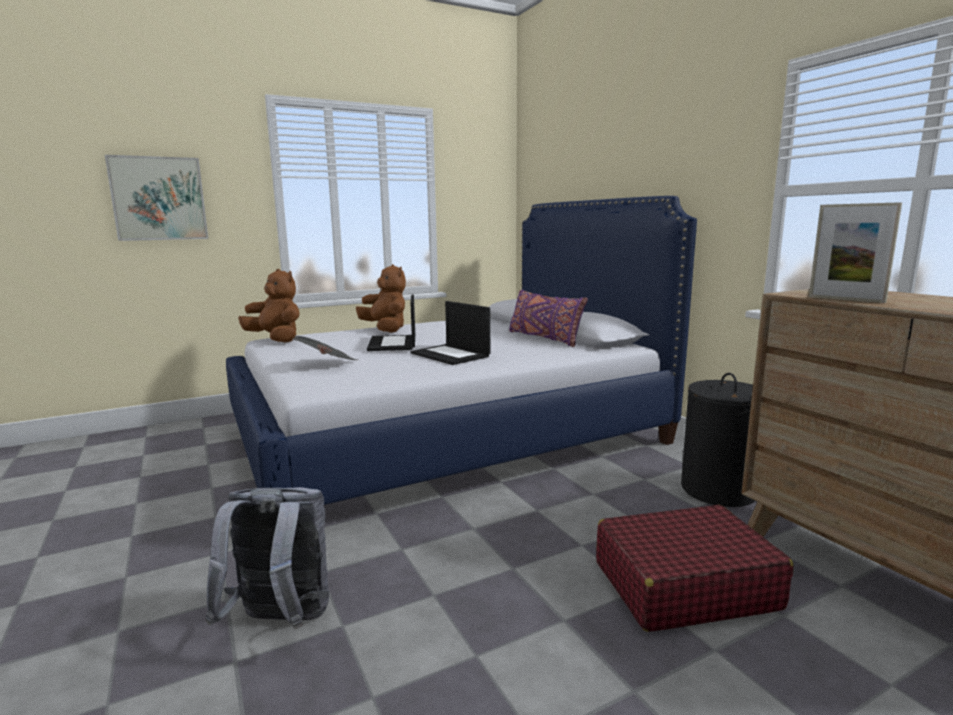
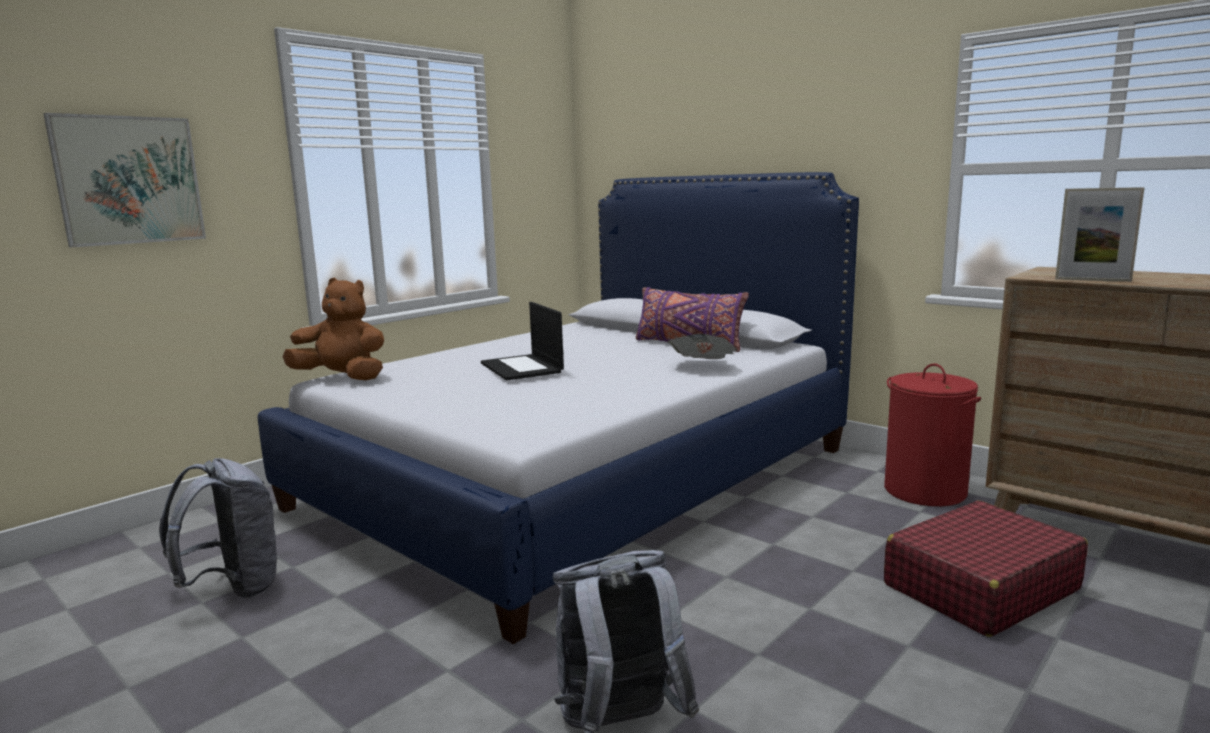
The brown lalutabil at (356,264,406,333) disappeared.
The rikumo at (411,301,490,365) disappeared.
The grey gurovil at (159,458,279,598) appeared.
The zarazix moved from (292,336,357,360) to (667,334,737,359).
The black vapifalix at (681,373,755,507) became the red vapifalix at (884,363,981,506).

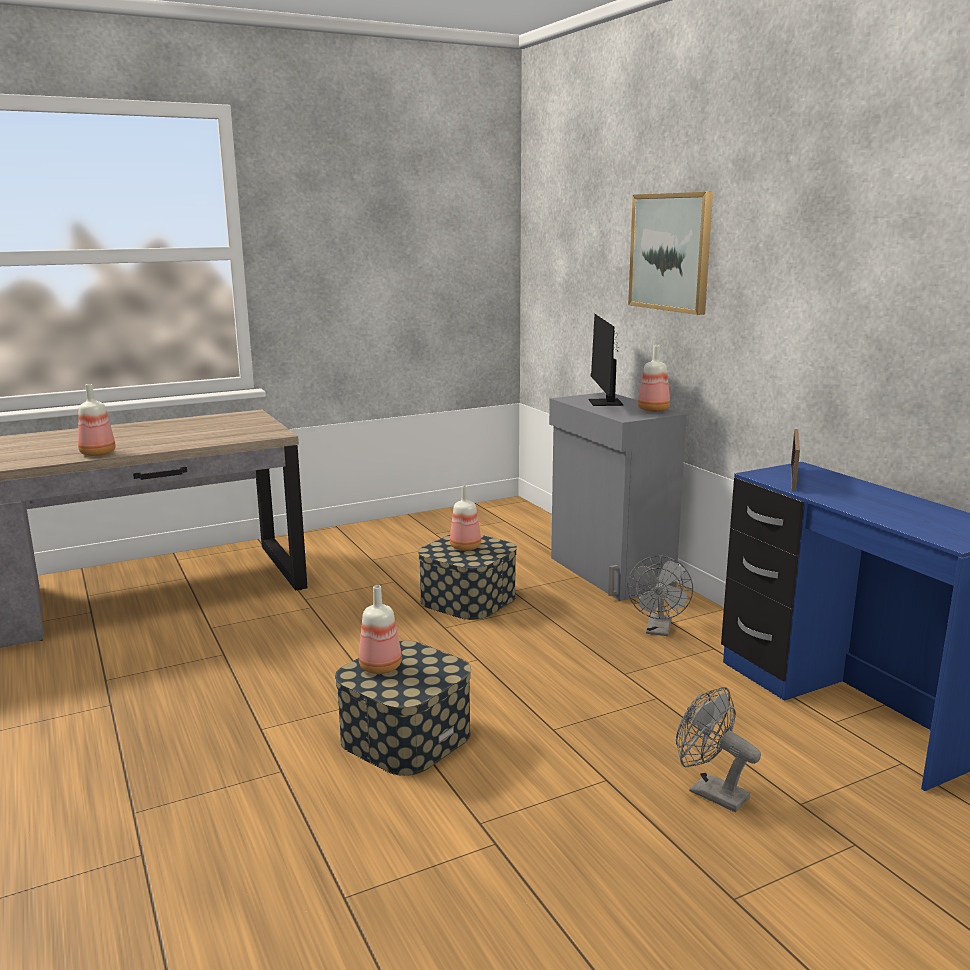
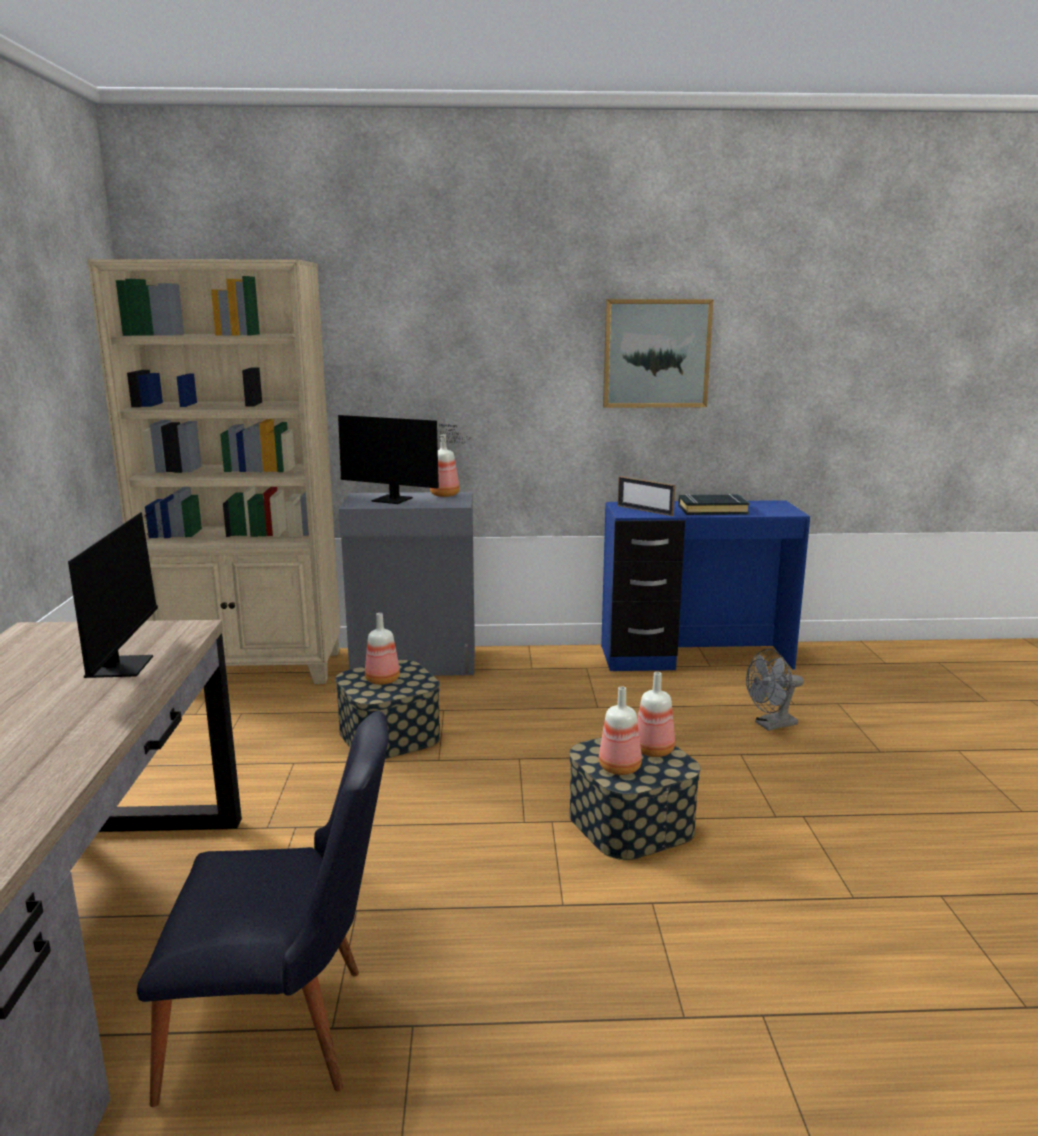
The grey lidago at (627,556,693,636) disappeared.
The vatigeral at (68,510,163,678) appeared.
The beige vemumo at (87,259,340,684) appeared.
The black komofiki at (137,711,389,1107) appeared.
The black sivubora at (678,494,750,515) appeared.
The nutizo moved from (78,384,116,456) to (637,672,675,757).
The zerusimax moved from (628,192,713,315) to (603,299,714,408).

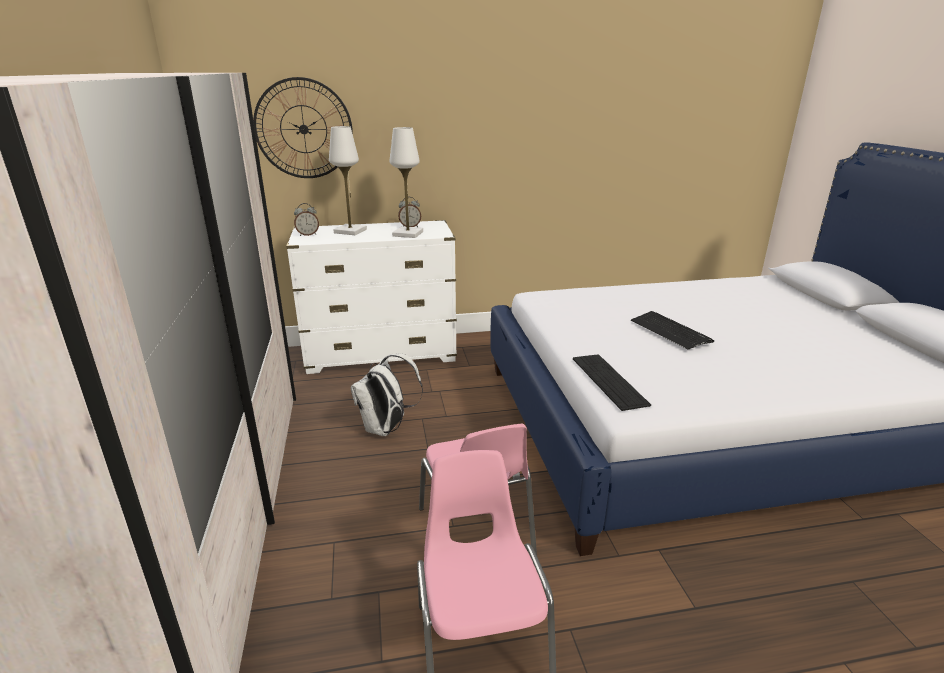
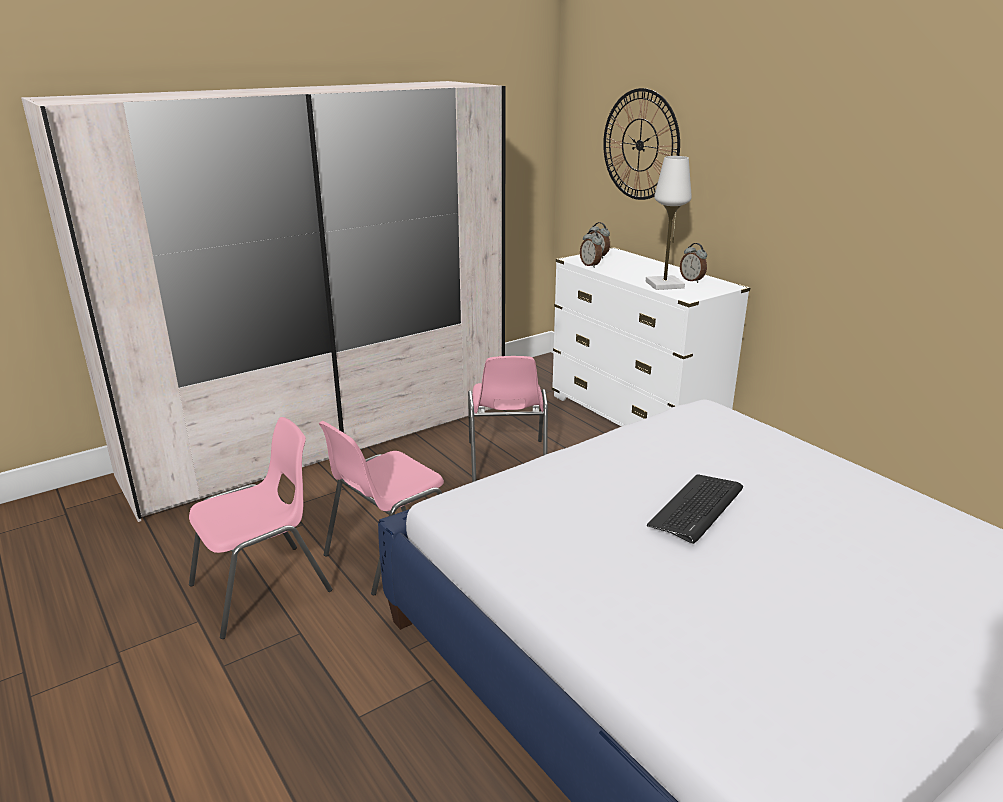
The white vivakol at (329,126,367,235) disappeared.
The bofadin at (573,354,651,411) disappeared.
The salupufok at (580,230,602,268) appeared.
The white gurovil at (351,353,423,436) was replaced by the pink komofiki at (468,356,548,482).

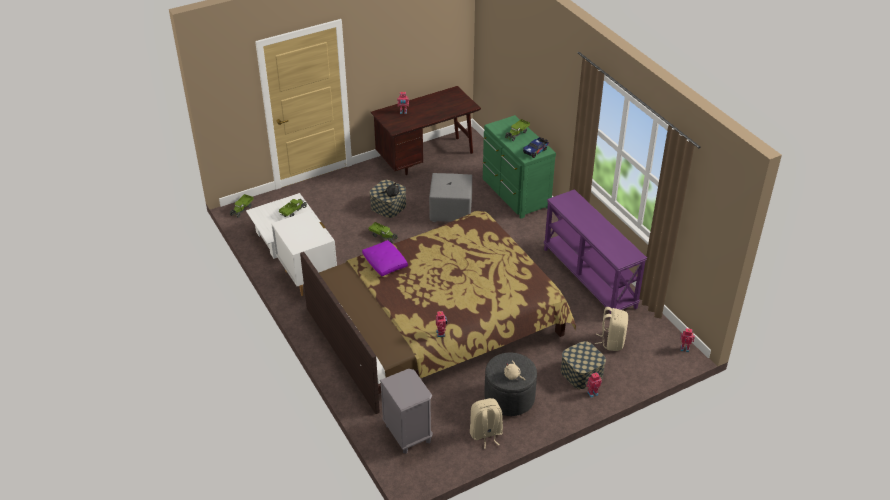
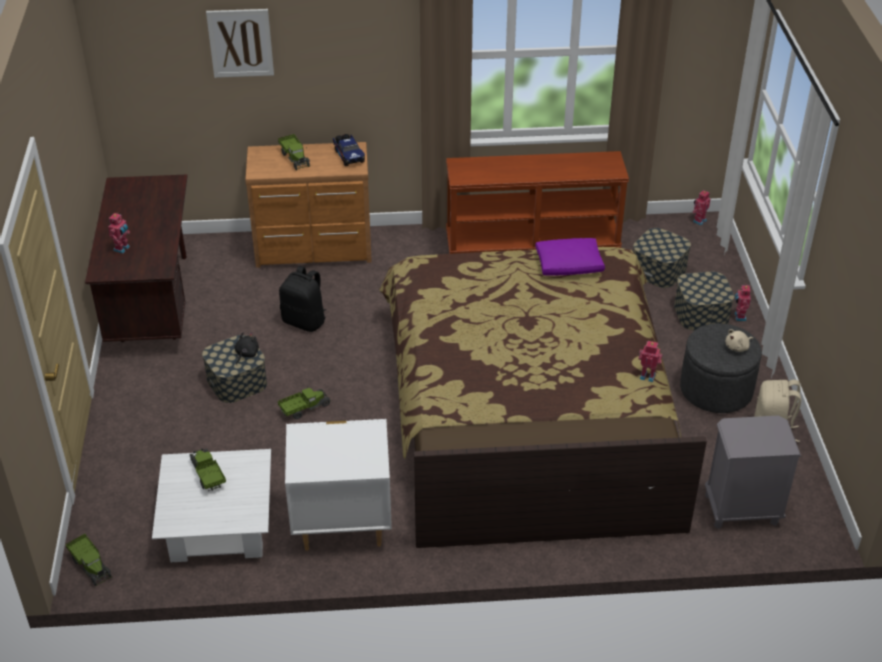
The zerusimax at (206,9,274,78) appeared.
The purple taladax moved from (362,240,408,276) to (535,238,605,276).
The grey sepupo at (429,173,472,222) was replaced by the black gurovil at (279,266,326,332).
The beige gurovil at (595,307,628,351) was replaced by the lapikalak at (633,228,691,288).
The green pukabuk at (483,115,556,219) became the brown pukabuk at (245,142,372,268).
The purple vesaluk at (544,189,647,314) became the brown vesaluk at (446,151,629,254).

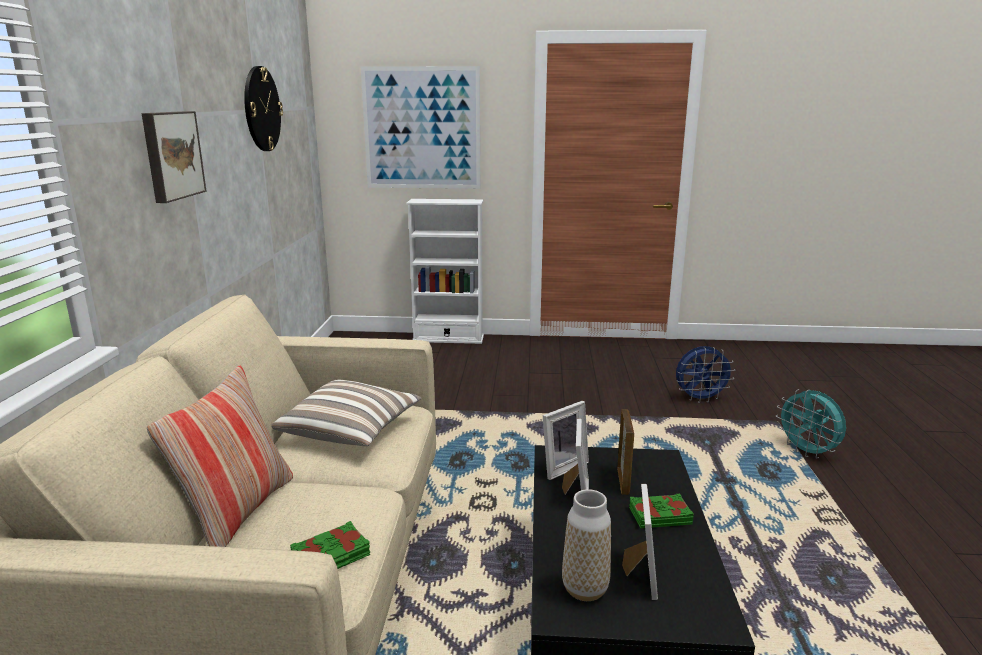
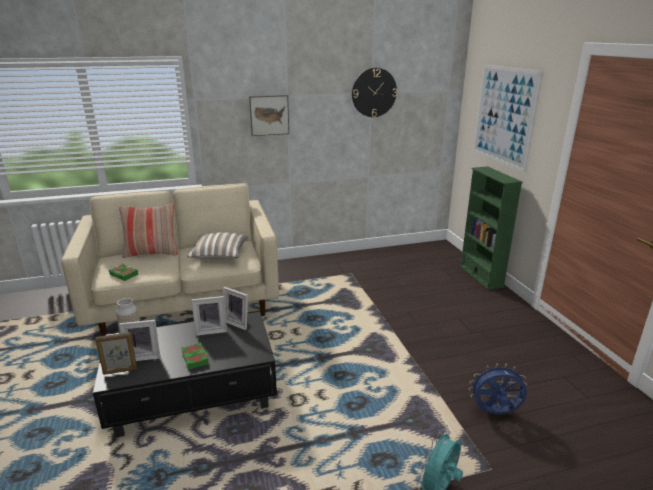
The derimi moved from (617,409,634,495) to (95,332,137,375).
The white vemumo at (406,199,484,344) became the green vemumo at (459,166,523,290).
The blue lidago at (676,346,735,403) turned 120 degrees clockwise.

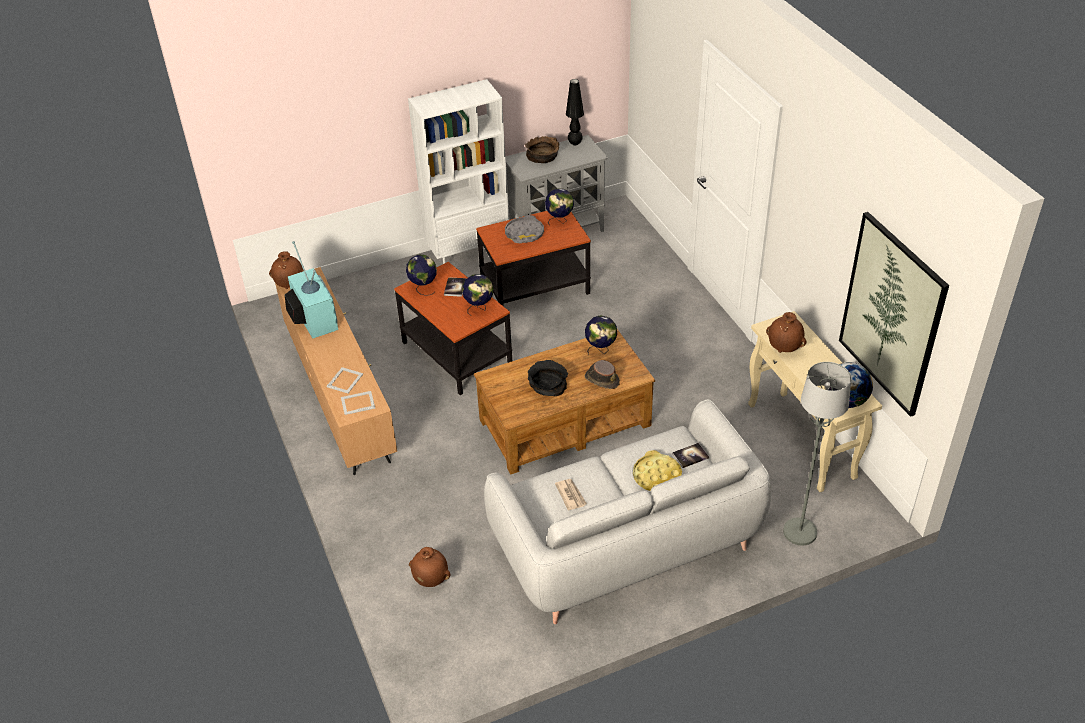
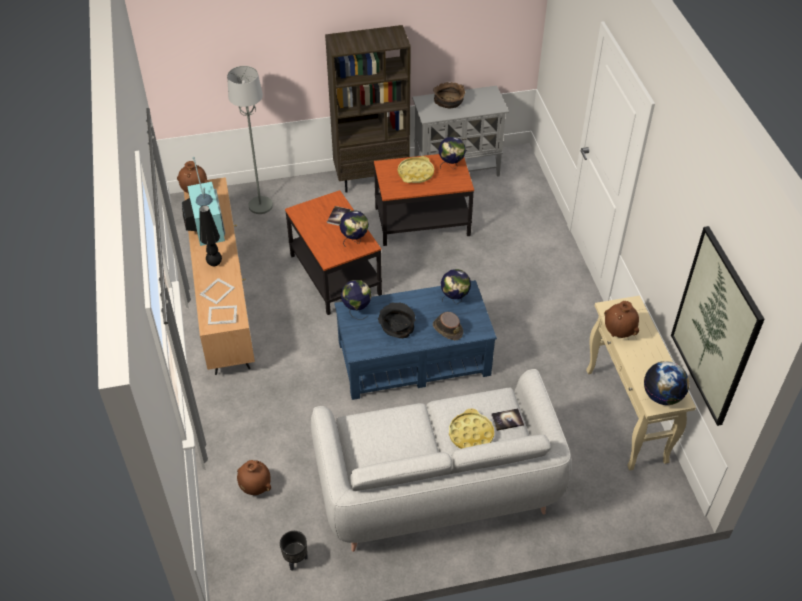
The zarazix at (555,479,587,511) disappeared.
The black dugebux at (280,531,308,571) appeared.
The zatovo moved from (406,255,437,296) to (341,280,372,320).
The black vivakol moved from (566,79,584,145) to (199,205,222,266).
The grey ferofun moved from (783,362,851,546) to (227,66,273,214).
The white vemumo at (408,79,509,264) became the brown vemumo at (325,25,411,193).
The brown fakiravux at (474,329,655,475) became the blue fakiravux at (334,280,497,400).
The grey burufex at (505,215,544,243) became the yellow burufex at (398,156,434,183).

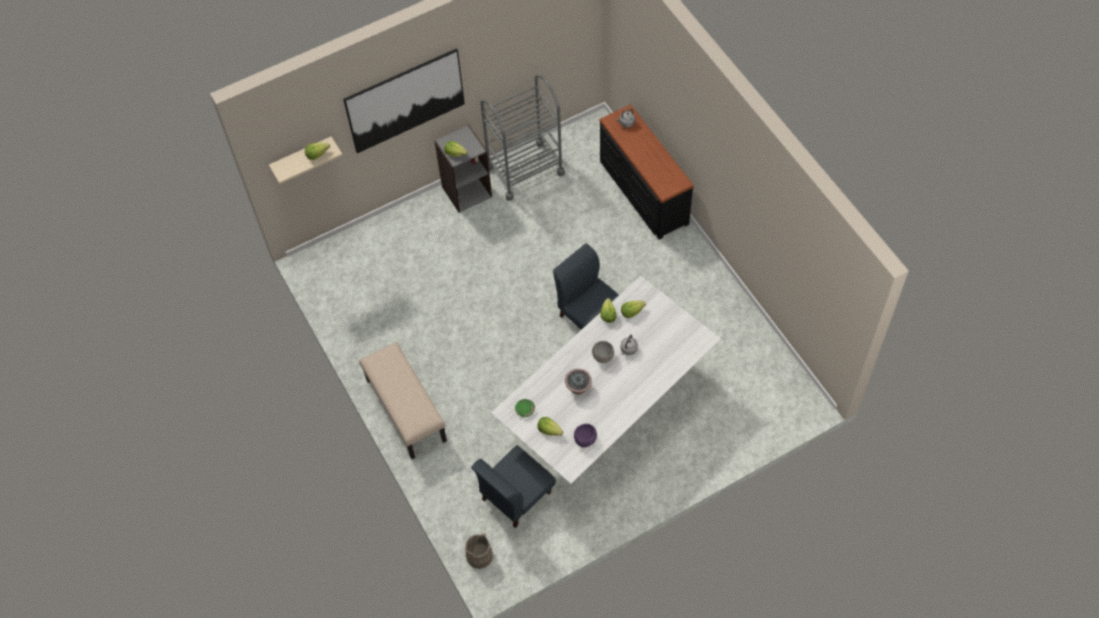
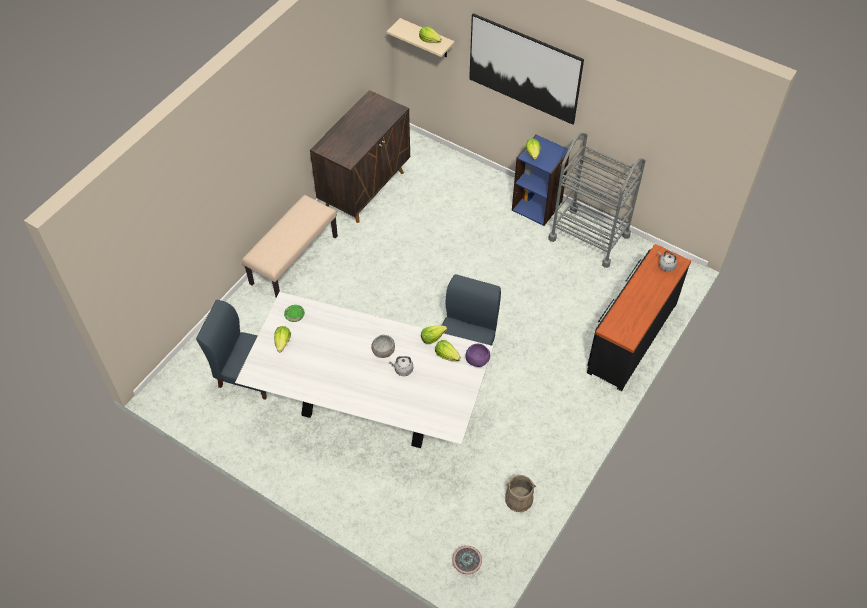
The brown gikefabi at (310,90,410,223) appeared.
The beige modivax moved from (465,533,493,569) to (505,475,536,512).
The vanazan moved from (565,369,592,394) to (453,546,482,574).
The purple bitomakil moved from (574,424,597,447) to (465,344,490,367).
The grey vemumo at (434,125,492,213) became the blue vemumo at (512,134,570,226).

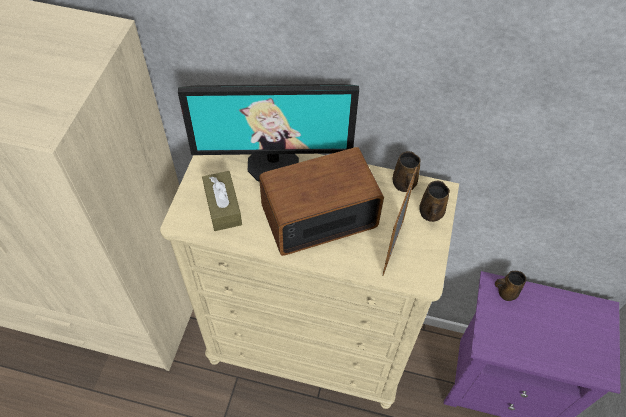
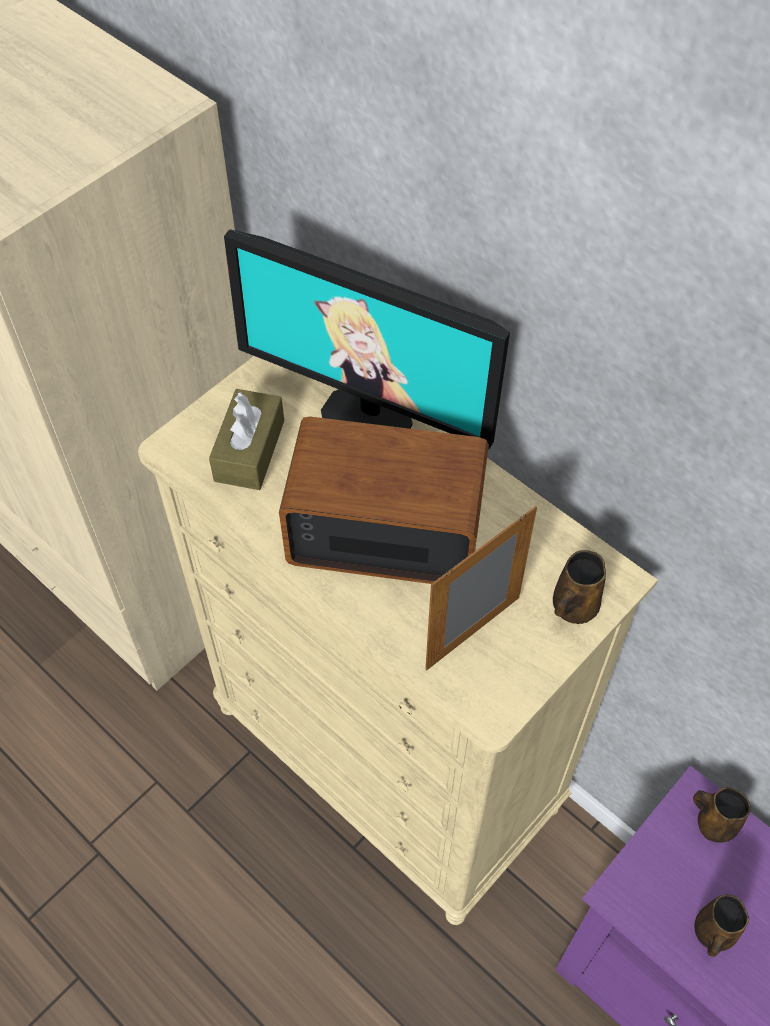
The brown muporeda moved from (393,151,421,192) to (695,894,749,957).

